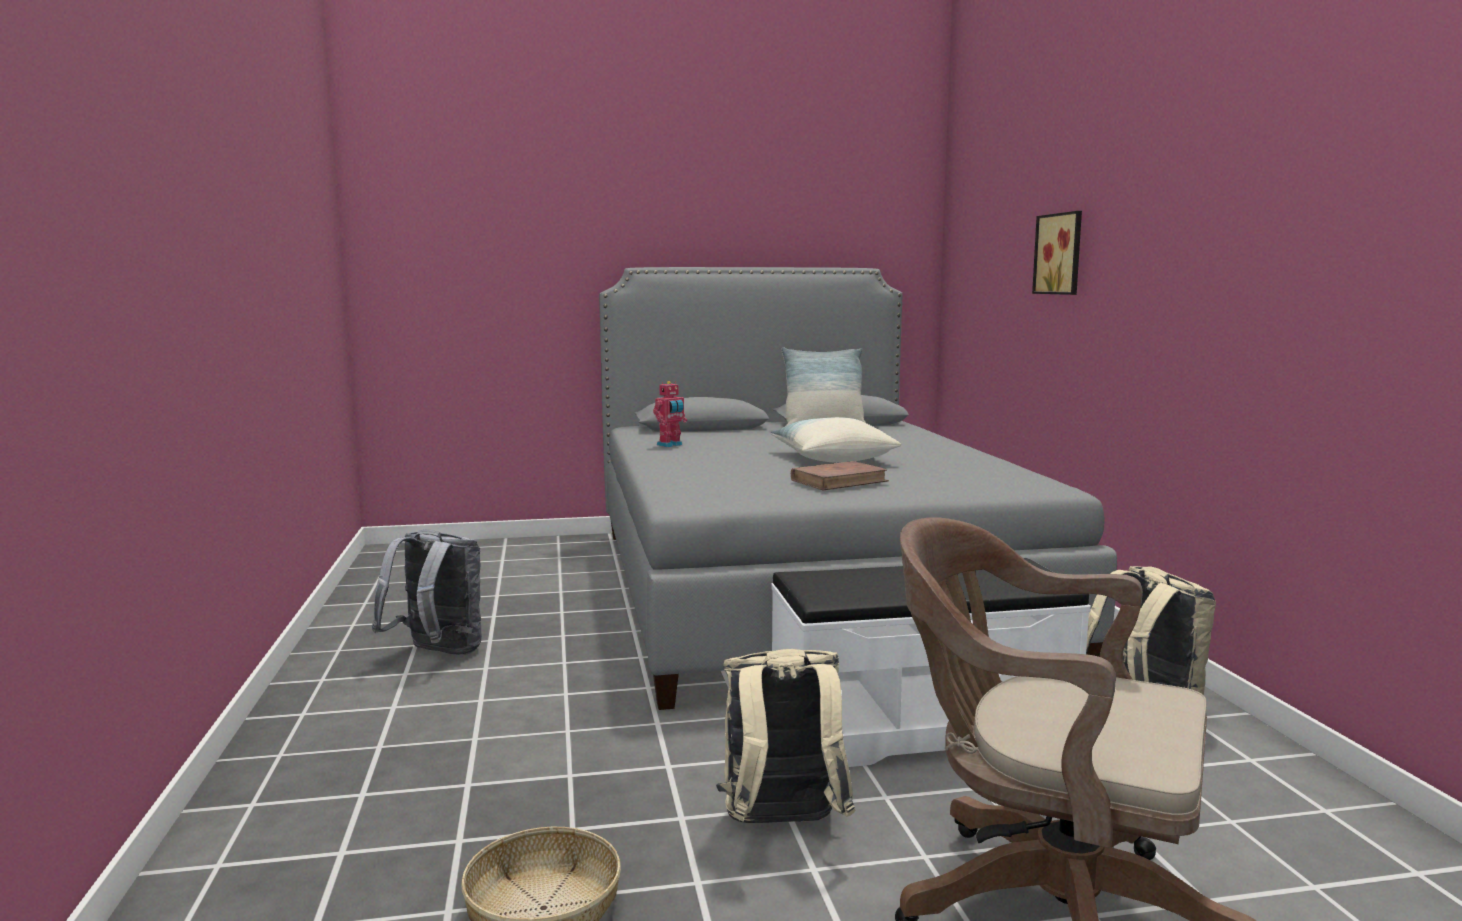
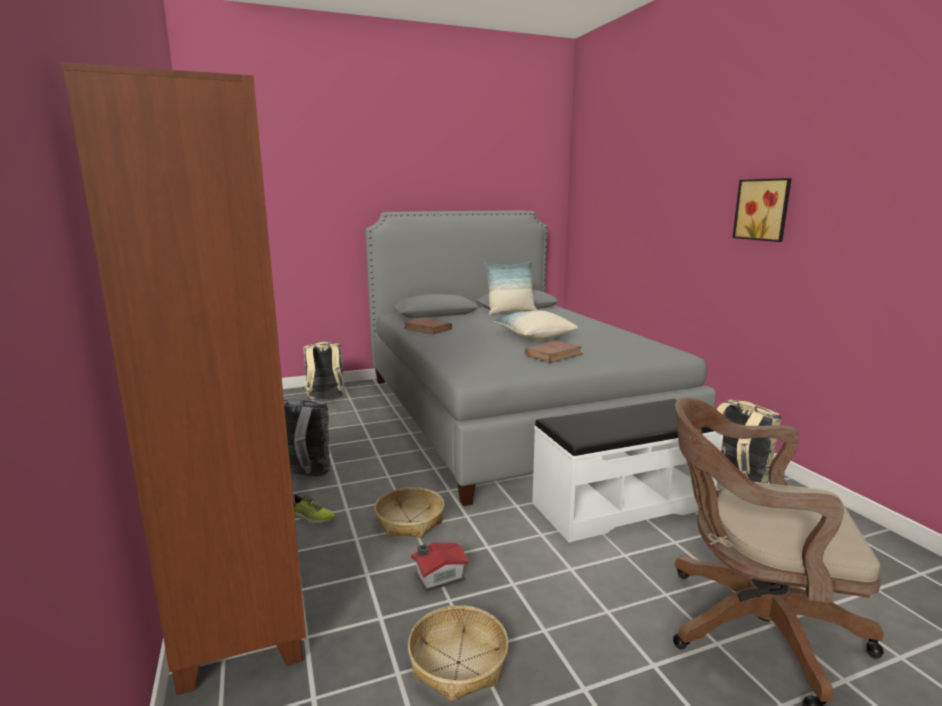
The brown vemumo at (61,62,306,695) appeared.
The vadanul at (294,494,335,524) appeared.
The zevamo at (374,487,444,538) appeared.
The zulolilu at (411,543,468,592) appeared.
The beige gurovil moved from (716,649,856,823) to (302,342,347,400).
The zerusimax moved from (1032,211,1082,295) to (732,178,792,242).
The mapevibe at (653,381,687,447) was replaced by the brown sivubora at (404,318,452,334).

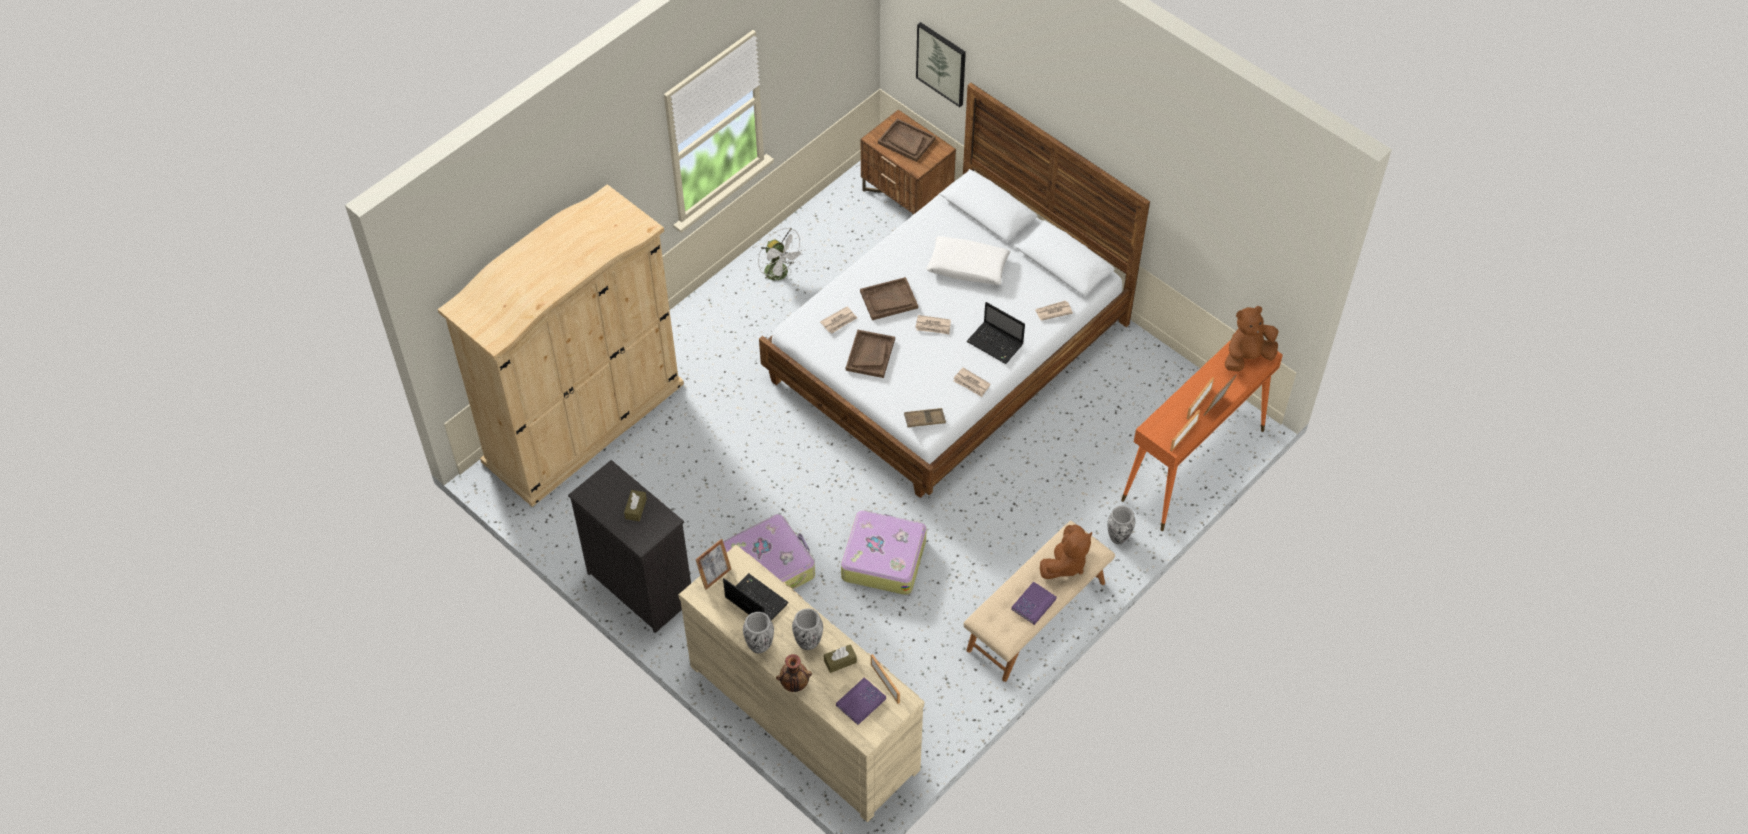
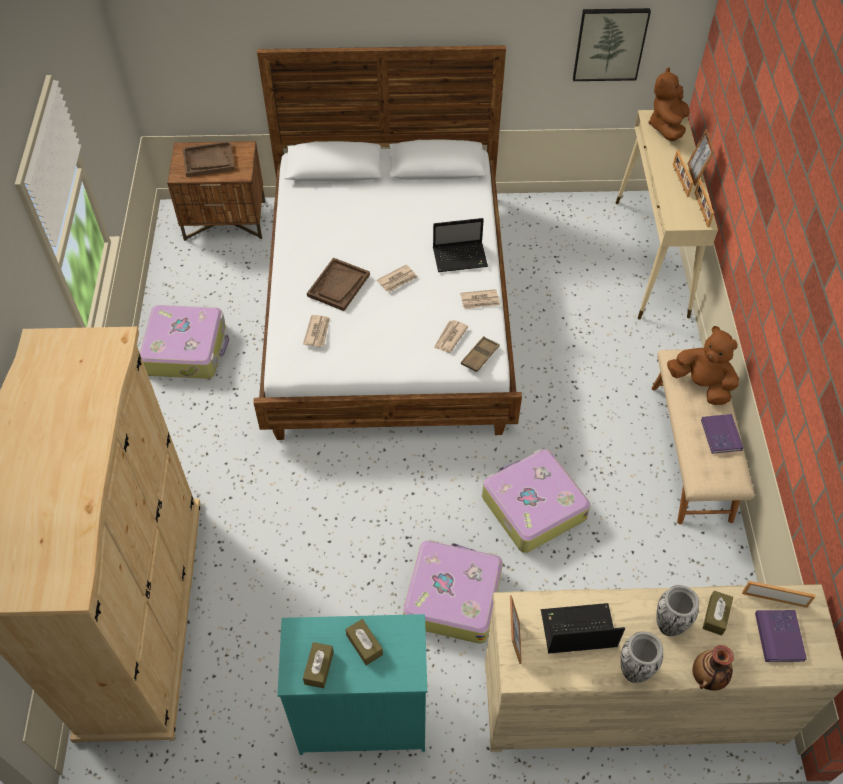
The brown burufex at (846,330,895,378) disappeared.
The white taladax at (926,236,1010,285) disappeared.
The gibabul at (1108,506,1135,544) disappeared.
The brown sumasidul at (303,642,334,688) appeared.
The zerusimax moved from (916,22,966,107) to (573,8,651,81).
The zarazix moved from (1035,301,1073,321) to (434,320,469,353).
The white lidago at (758,228,806,288) was replaced by the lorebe at (140,305,229,379).
The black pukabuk at (568,460,691,633) became the turquoise pukabuk at (277,614,427,755).
The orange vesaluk at (1121,340,1283,531) became the beige vesaluk at (616,110,718,319).
The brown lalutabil at (1040,524,1092,579) turned 45 degrees counterclockwise.

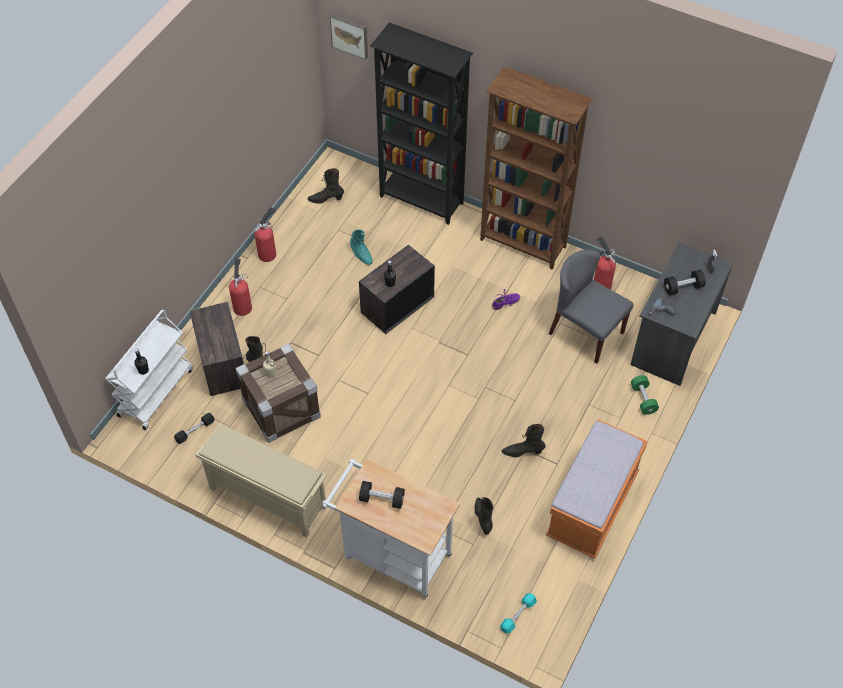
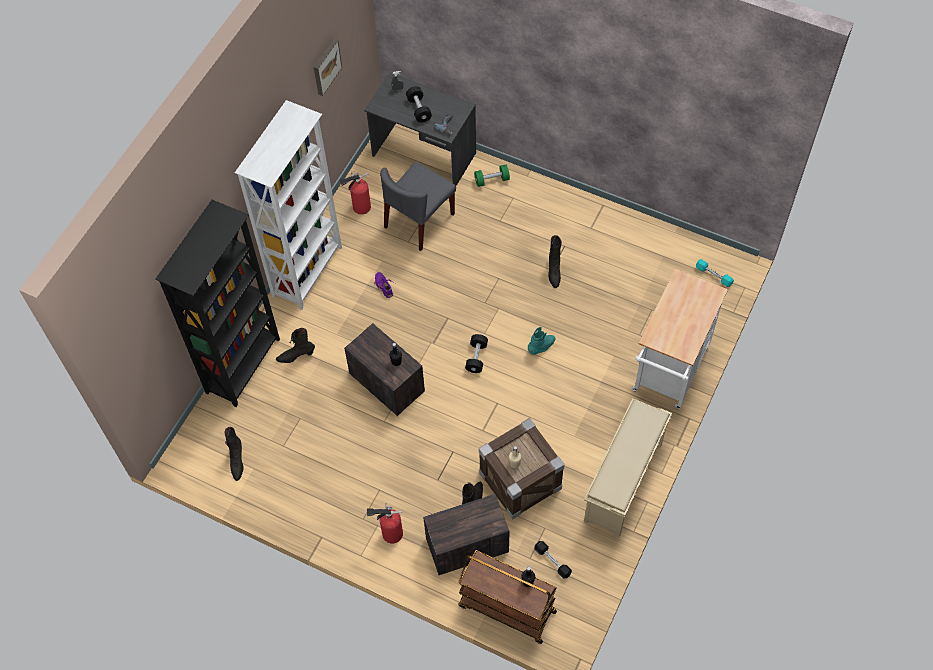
The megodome at (254,207,276,262) disappeared.
The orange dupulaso at (546,420,648,558) disappeared.
The zerusimax moved from (330,14,368,60) to (313,39,342,96).
The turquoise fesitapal moved from (350,229,373,265) to (528,327,555,355).
The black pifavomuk moved from (359,481,405,509) to (465,334,488,373).
The black fesitapal moved from (475,497,493,534) to (276,328,315,363).
The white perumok at (106,310,193,430) became the brown perumok at (458,550,557,644).
The brown vemumo at (480,66,592,270) became the white vemumo at (235,100,342,310).

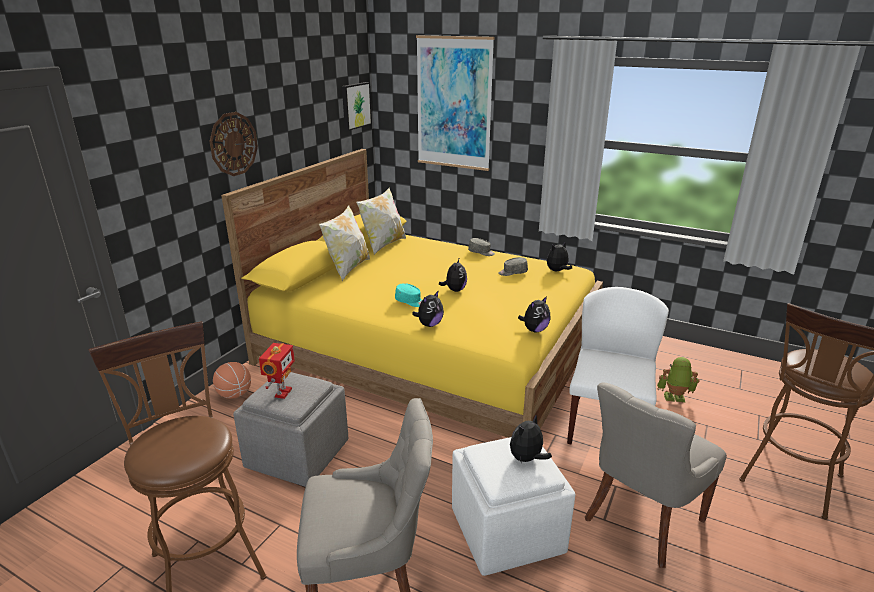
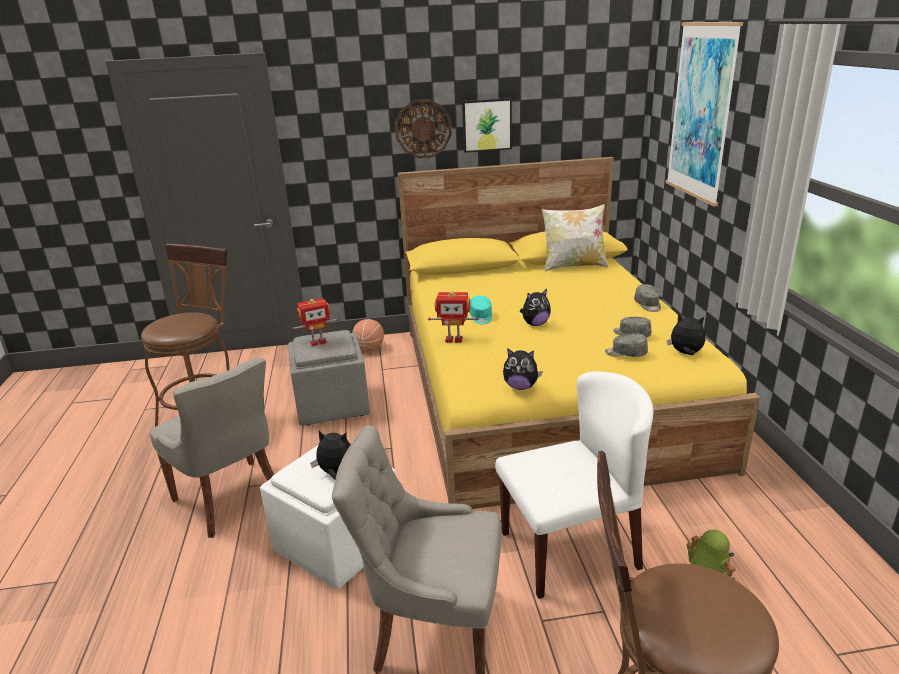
The taladax at (319,205,370,281) disappeared.
The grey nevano at (605,333,648,357) appeared.
The zerusimax moved from (342,82,372,131) to (462,98,512,153).
The lalutabil at (412,290,444,327) was replaced by the mapevibe at (428,291,479,343).

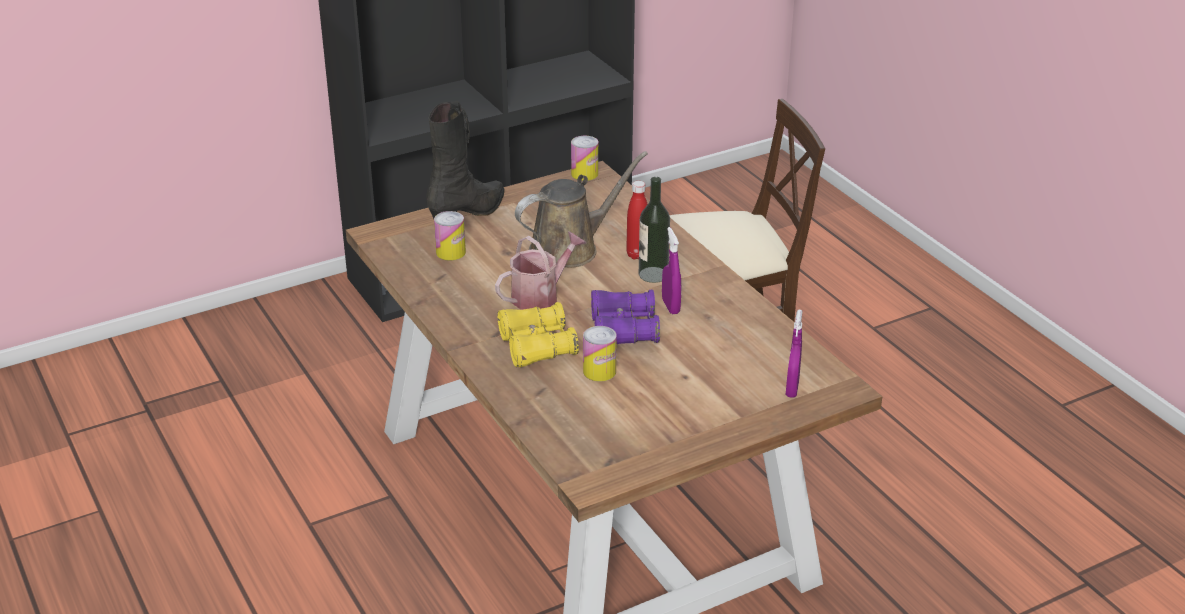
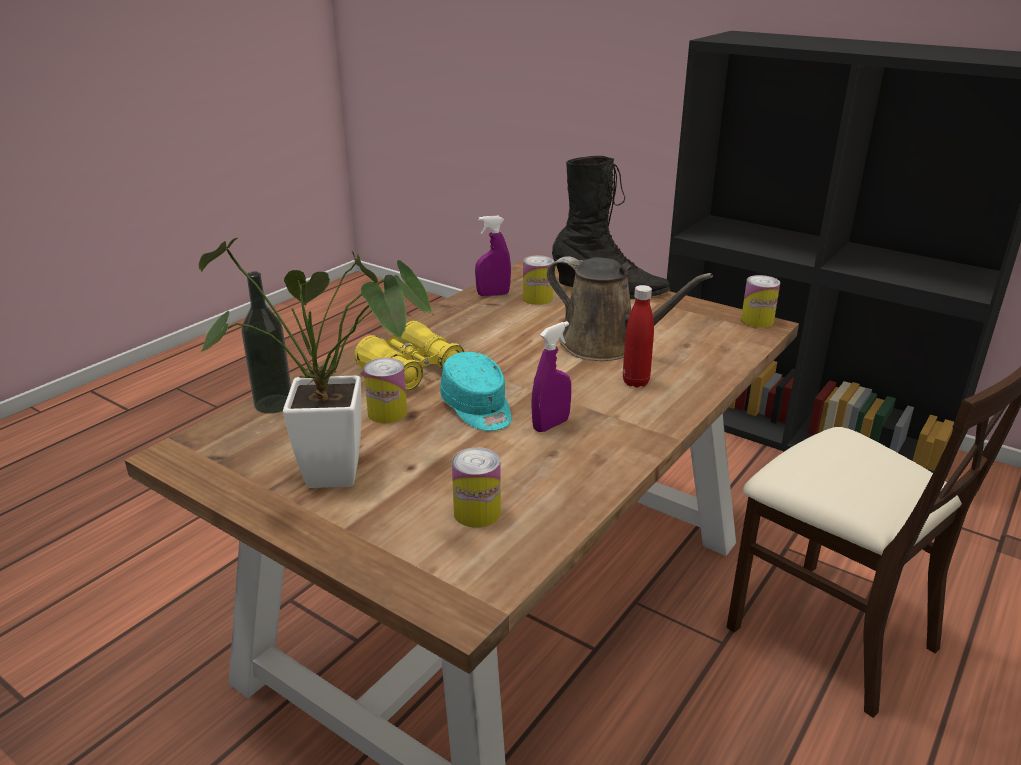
The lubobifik at (495,232,586,310) disappeared.
The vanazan at (199,238,435,488) appeared.
The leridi at (452,447,501,528) appeared.
The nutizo moved from (639,177,670,283) to (241,271,291,414).
The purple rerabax moved from (786,310,802,398) to (475,216,511,296).
The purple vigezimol at (591,290,660,344) was replaced by the turquoise nevano at (440,352,511,431).

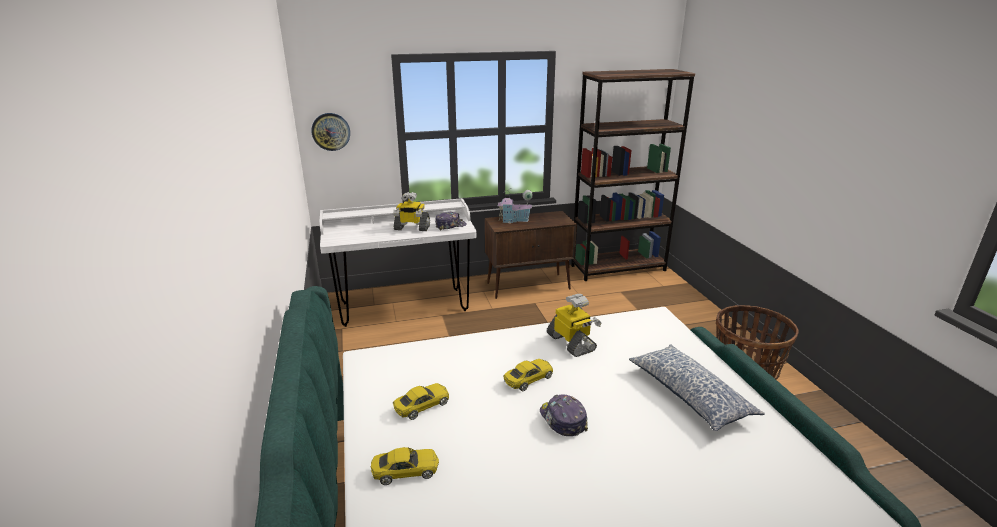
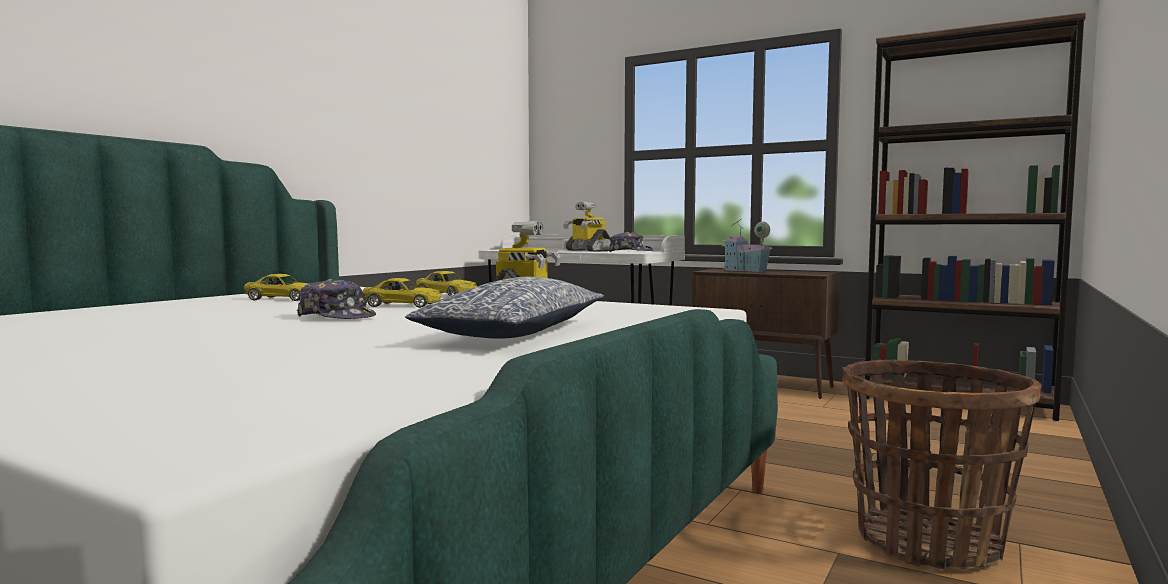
The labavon at (311,113,350,151) disappeared.
The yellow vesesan moved from (371,447,439,485) to (415,271,477,296).
The nevano at (540,394,588,436) turned 105 degrees clockwise.

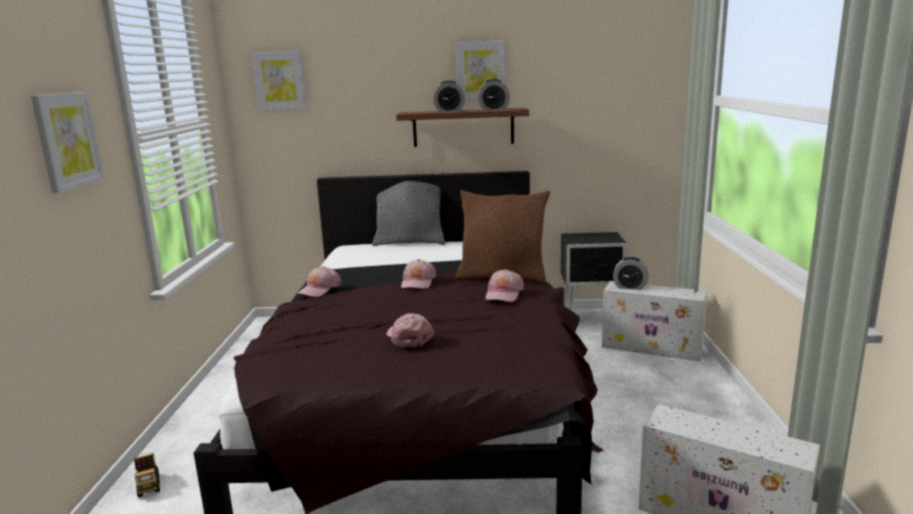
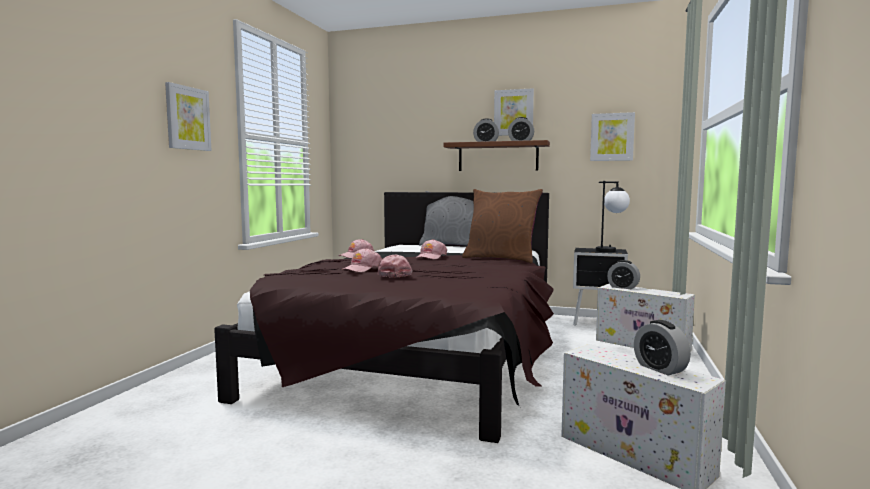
The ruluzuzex at (134,453,160,497) disappeared.
The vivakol at (596,181,630,252) appeared.
The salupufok at (634,320,691,375) appeared.
The zerusimax moved from (251,51,307,110) to (590,112,635,161).
The pink nevano moved from (485,269,524,302) to (341,248,382,272).

